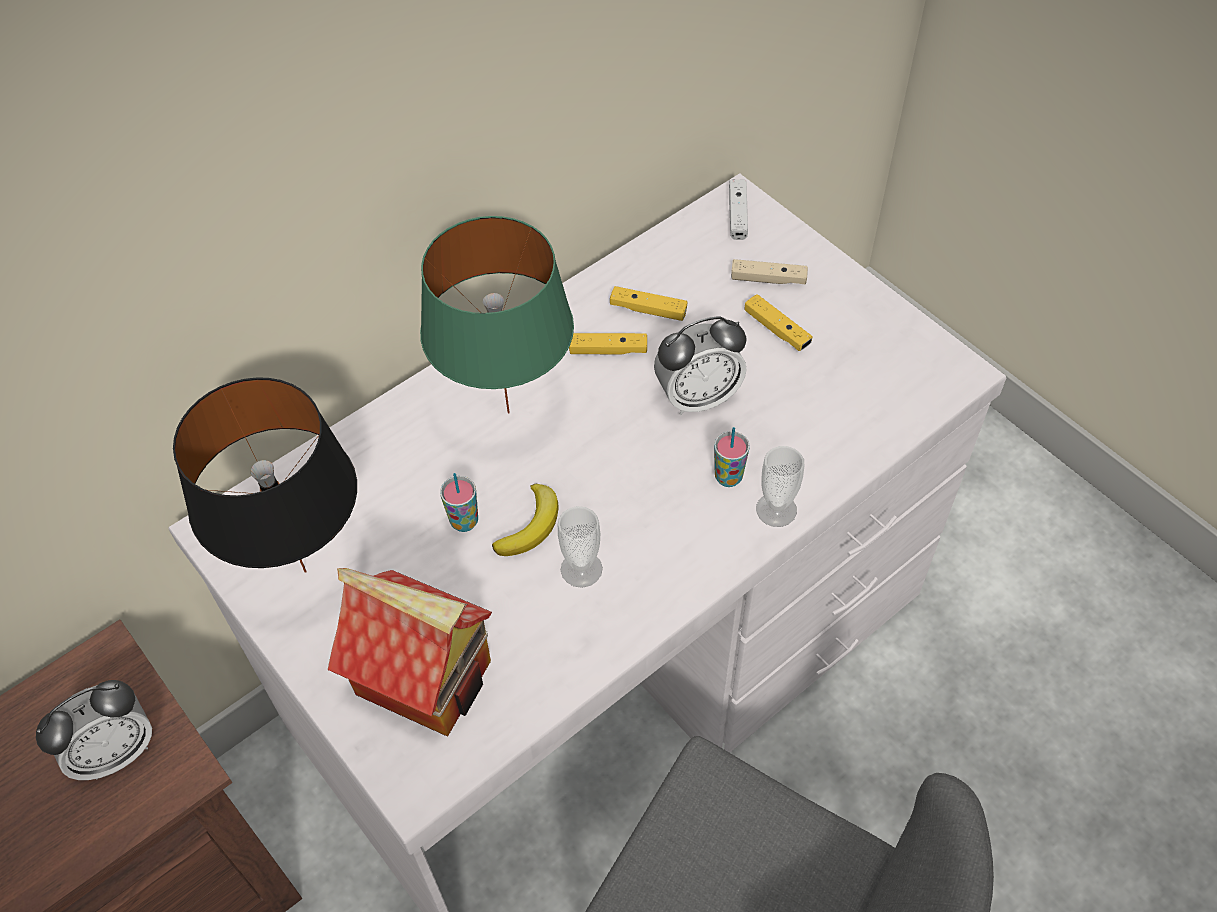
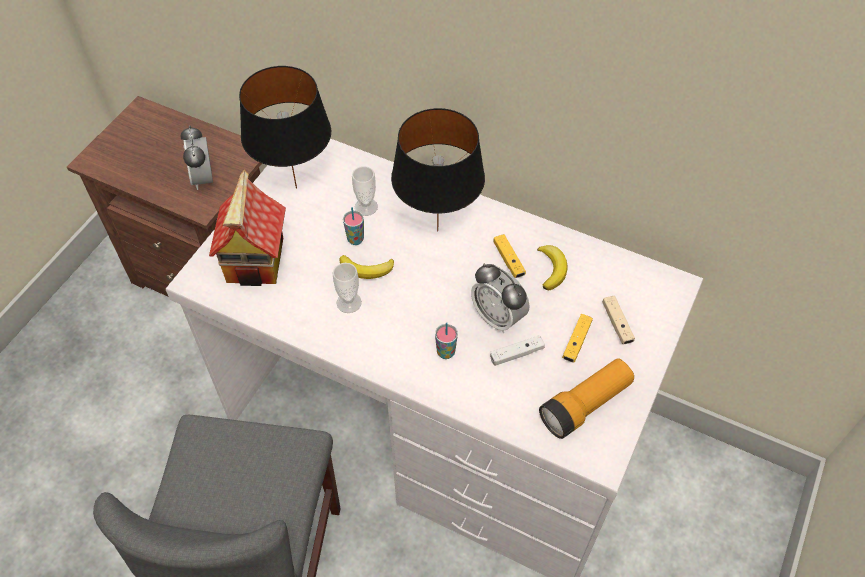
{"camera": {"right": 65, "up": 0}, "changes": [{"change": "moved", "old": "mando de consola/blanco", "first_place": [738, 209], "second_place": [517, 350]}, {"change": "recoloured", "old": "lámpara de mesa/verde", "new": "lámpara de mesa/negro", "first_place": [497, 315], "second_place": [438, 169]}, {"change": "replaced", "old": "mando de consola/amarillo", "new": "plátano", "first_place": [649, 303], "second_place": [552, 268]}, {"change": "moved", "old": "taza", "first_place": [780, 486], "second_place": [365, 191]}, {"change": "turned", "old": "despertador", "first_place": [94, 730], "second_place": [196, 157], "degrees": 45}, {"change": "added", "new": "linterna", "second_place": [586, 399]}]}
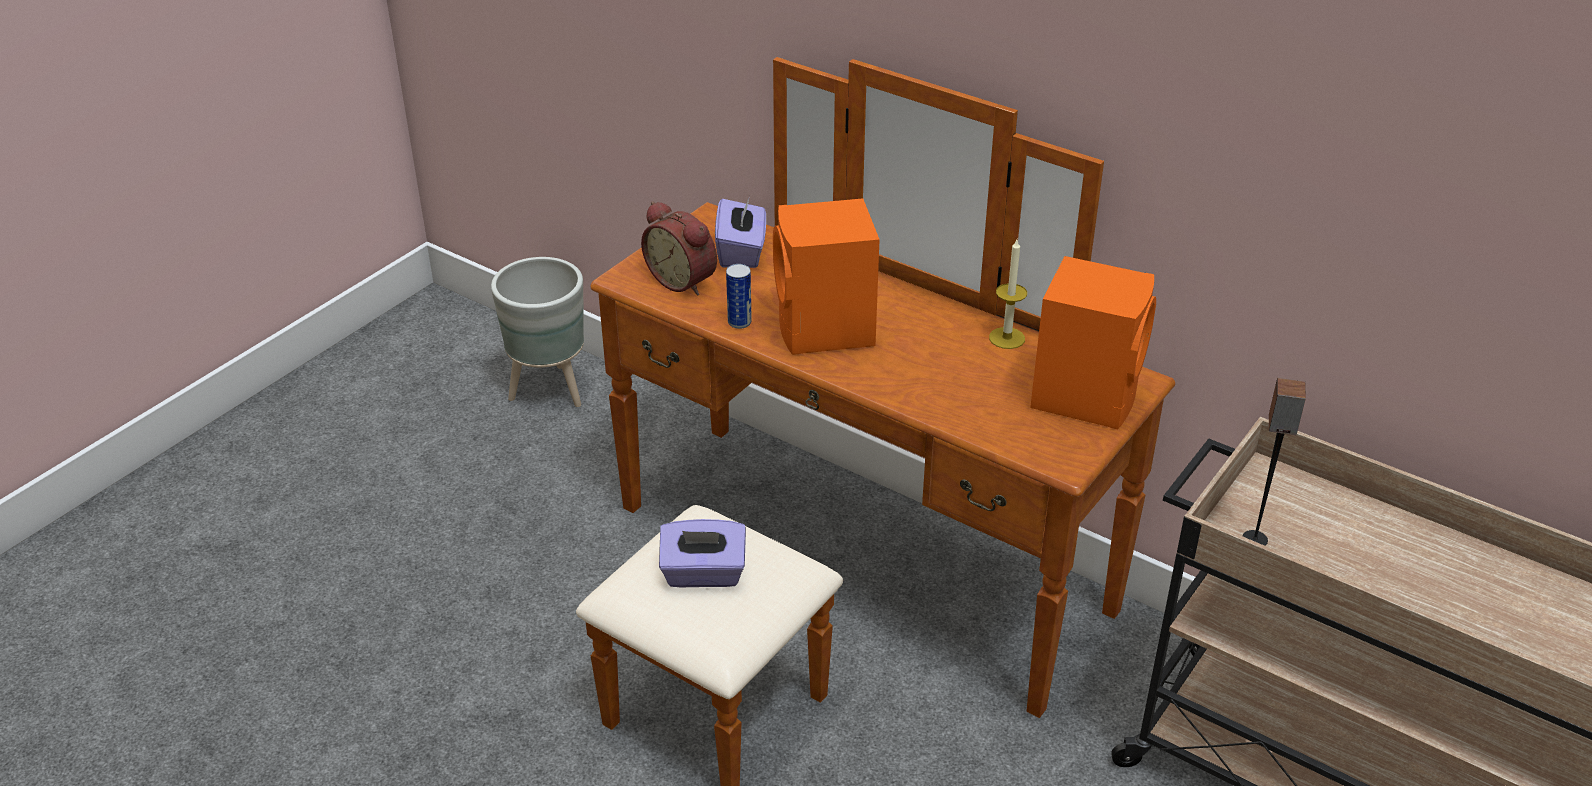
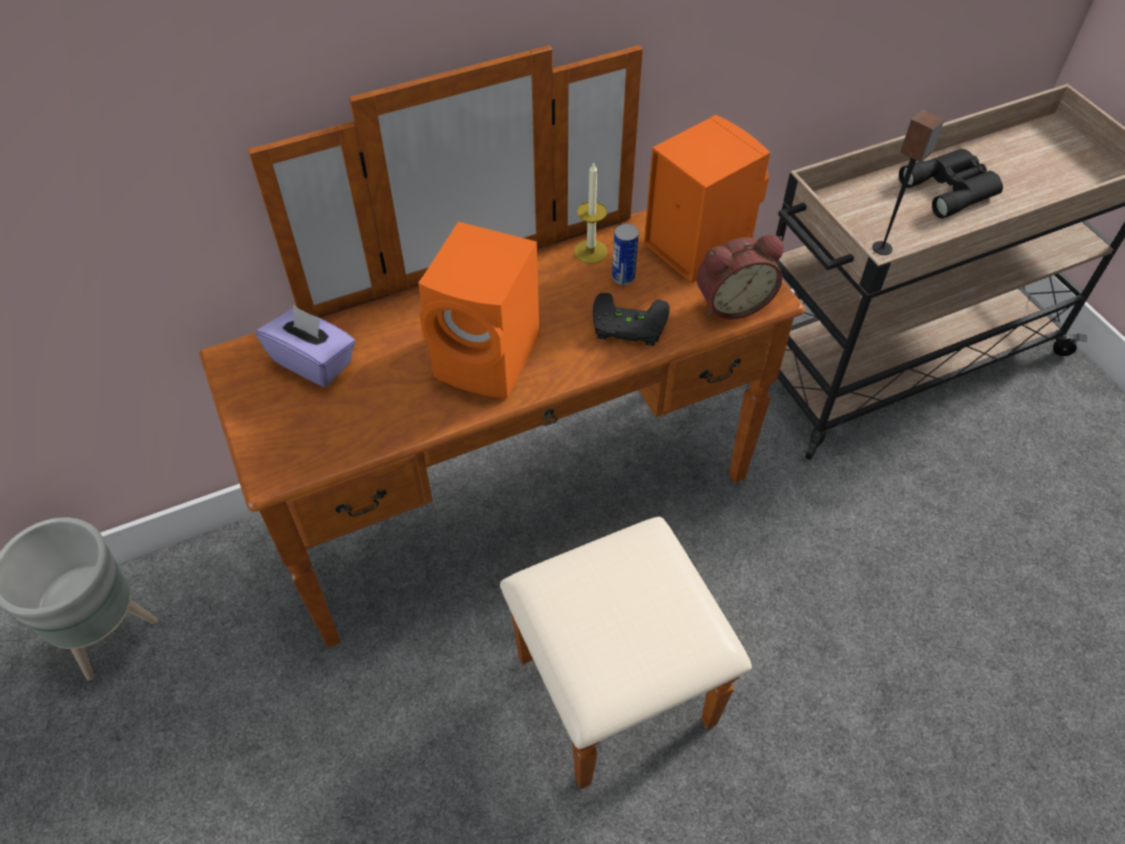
{"camera": {"right": -60, "up": 15}, "changes": [{"change": "moved", "old": "despertador", "first_place": [679, 248], "second_place": [740, 277]}, {"change": "moved", "old": "lata", "first_place": [739, 296], "second_place": [625, 254]}, {"change": "removed", "old": "caja de pañuelos/morado", "first_place": [702, 553]}, {"change": "added", "new": "prismáticos/negro", "second_place": [951, 183]}, {"change": "added", "new": "mando de consola/negro", "second_place": [631, 319]}]}
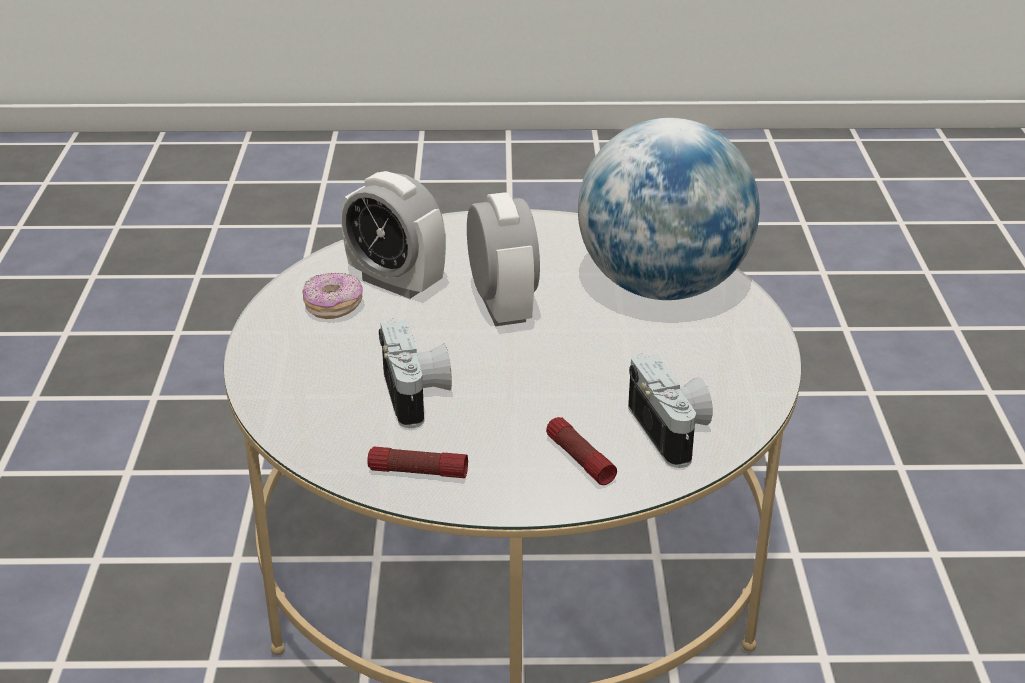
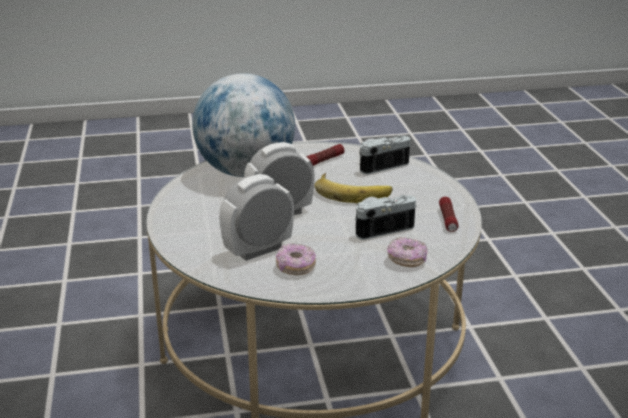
{"camera": {"right": -100, "up": -5}, "changes": [{"change": "turned", "old": "despertador", "first_place": [393, 235], "second_place": [256, 217], "degrees": -150}, {"change": "moved", "old": "linterna", "first_place": [581, 451], "second_place": [325, 155]}, {"change": "added", "new": "plátano", "second_place": [353, 188]}, {"change": "added", "new": "rosquilla", "second_place": [407, 252]}]}
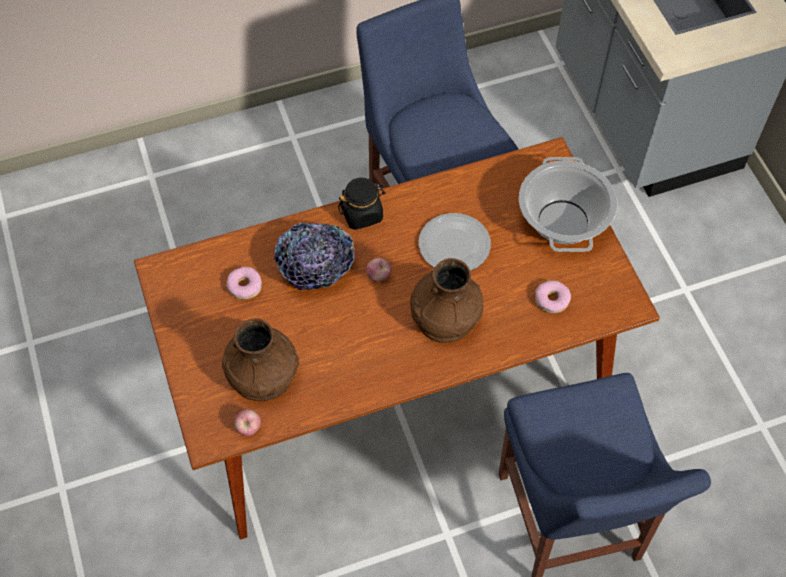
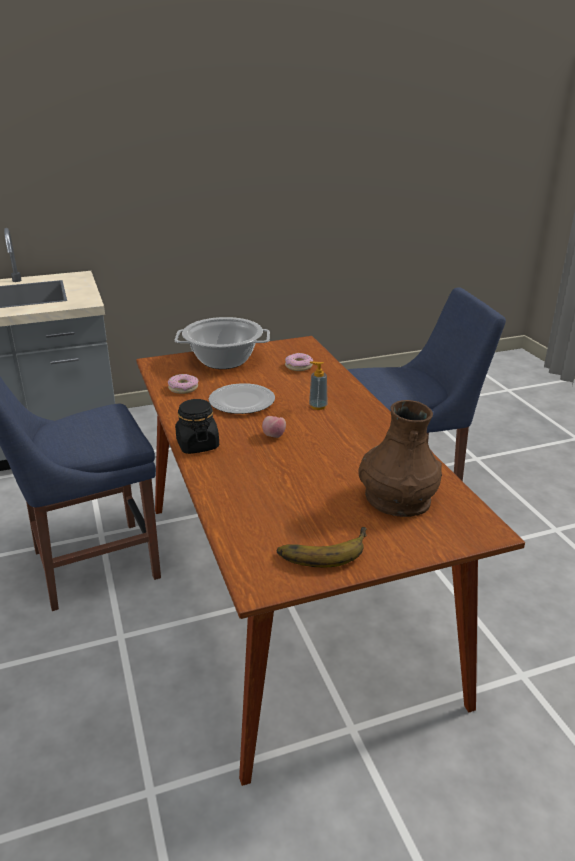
{"camera": {"right": -90, "up": -30}, "changes": [{"change": "removed", "old": "cuenco", "first_place": [314, 256]}, {"change": "replaced", "old": "florero/marrón", "new": "dispensador de jabón", "first_place": [447, 300], "second_place": [318, 385]}, {"change": "moved", "old": "rosquilla", "first_place": [244, 283], "second_place": [183, 384]}, {"change": "removed", "old": "manzana", "first_place": [248, 422]}, {"change": "added", "new": "plátano", "second_place": [322, 547]}]}
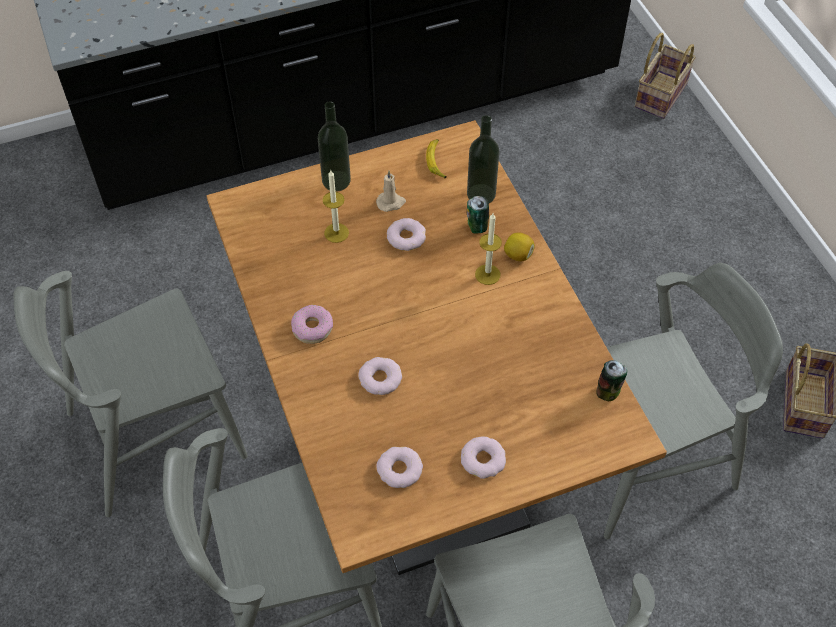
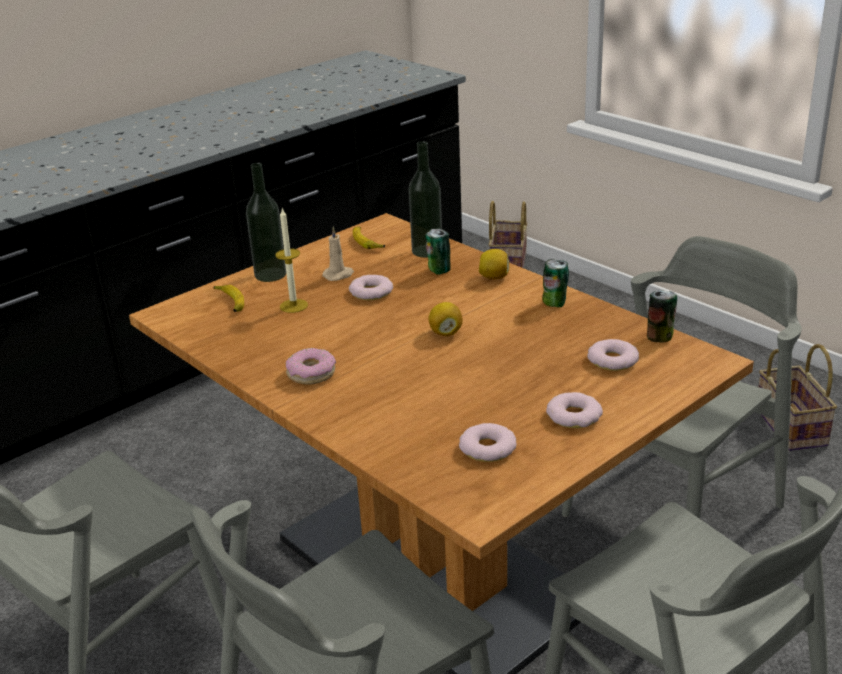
{"camera": {"right": -20, "up": -25}, "changes": [{"change": "removed", "old": "vela", "first_place": [488, 249]}, {"change": "moved", "old": "rosquilla", "first_place": [380, 376], "second_place": [613, 355]}, {"change": "added", "new": "lata", "second_place": [555, 283]}, {"change": "added", "new": "plátano", "second_place": [229, 298]}, {"change": "added", "new": "limón", "second_place": [445, 319]}]}
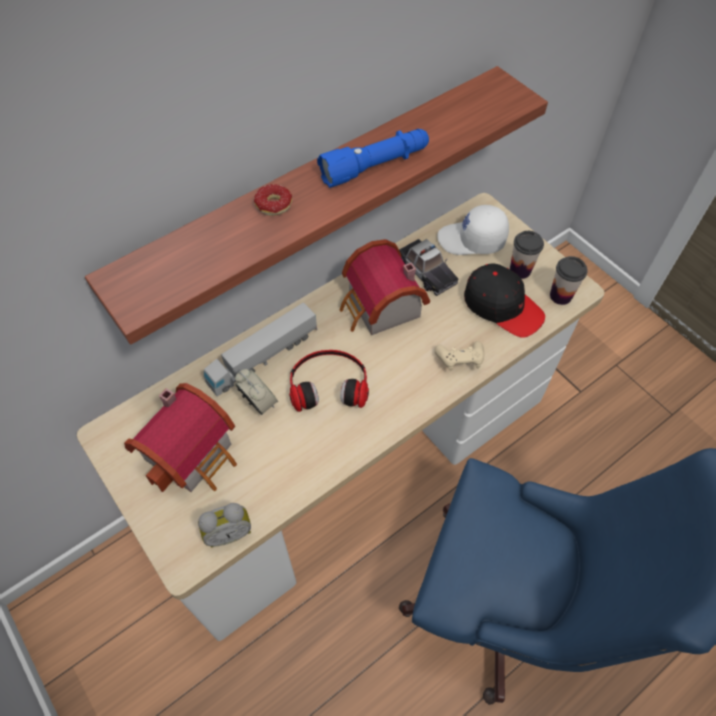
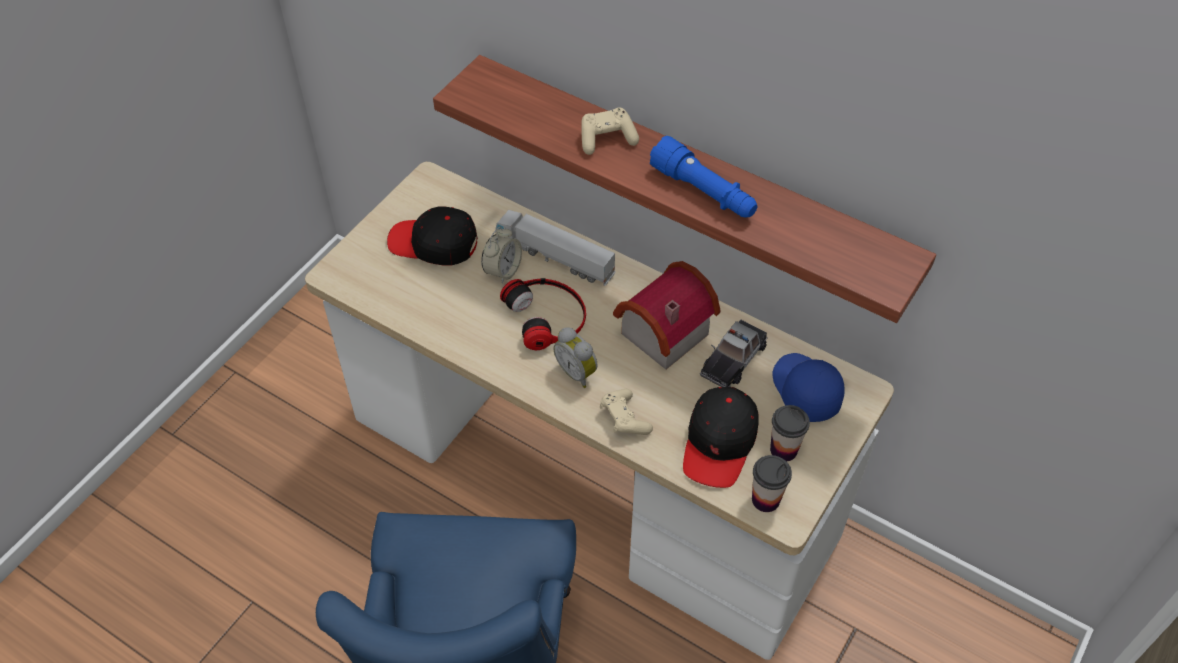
{"camera": {"right": 70, "up": -5}, "changes": [{"change": "replaced", "old": "rosquilla", "new": "mando de consola/beis", "first_place": [273, 201], "second_place": [610, 131]}, {"change": "recoloured", "old": "gorra/blanco", "new": "gorra/azul", "first_place": [473, 230], "second_place": [809, 387]}, {"change": "replaced", "old": "casita", "new": "gorra/negro", "first_place": [180, 437], "second_place": [432, 236]}, {"change": "moved", "old": "despertador", "first_place": [224, 525], "second_place": [575, 357]}]}
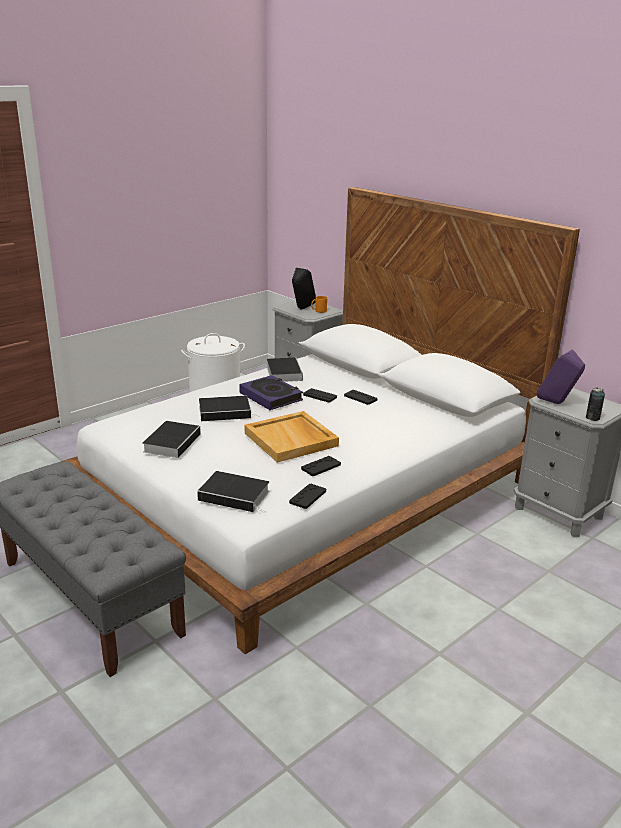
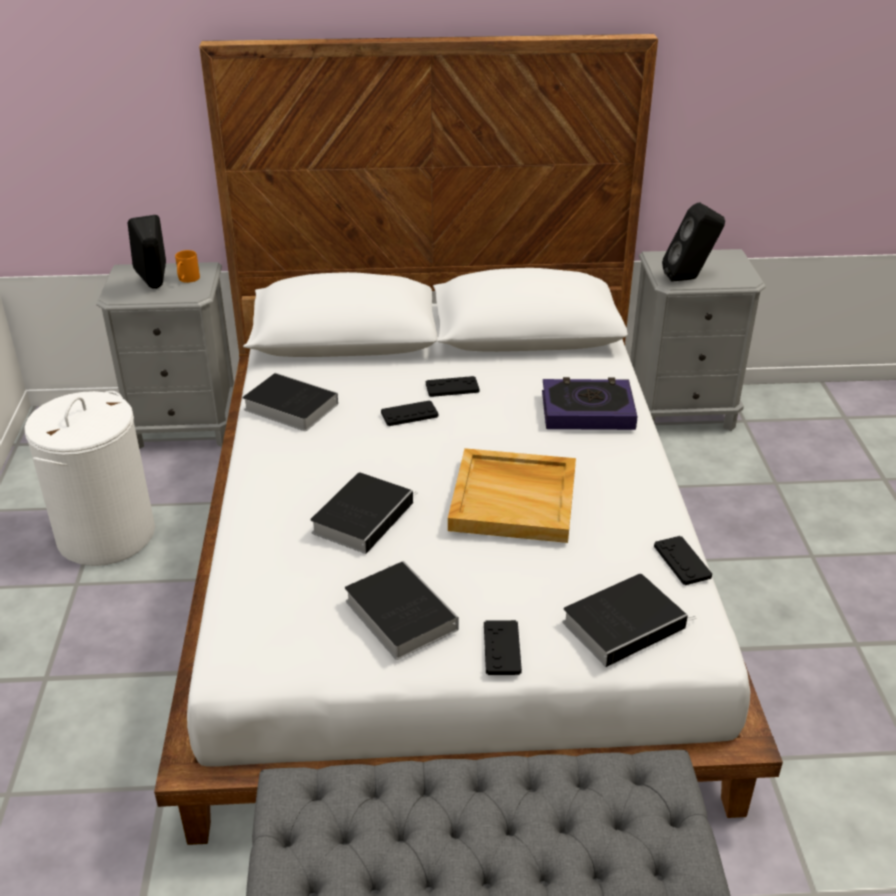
{"camera": {"right": -50, "up": 10}, "changes": [{"change": "recoloured", "old": "altavoz/morado", "new": "altavoz/negro", "first_place": [561, 376], "second_place": [693, 242]}, {"change": "moved", "old": "libro", "first_place": [271, 392], "second_place": [590, 403]}, {"change": "removed", "old": "lata", "first_place": [595, 404]}, {"change": "moved", "old": "mando de consola/negro", "first_place": [321, 466], "second_place": [503, 647]}]}
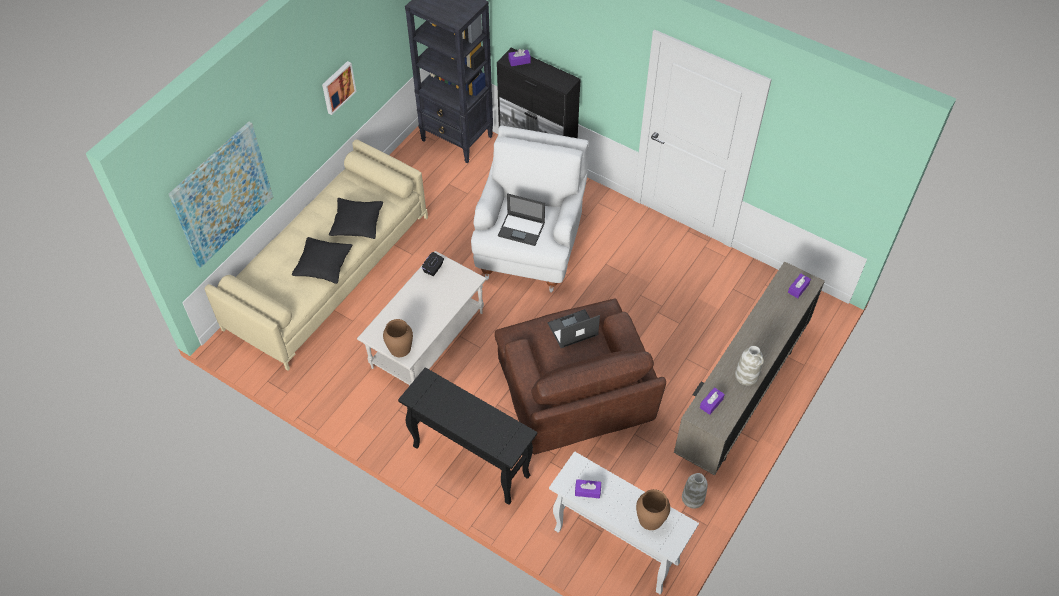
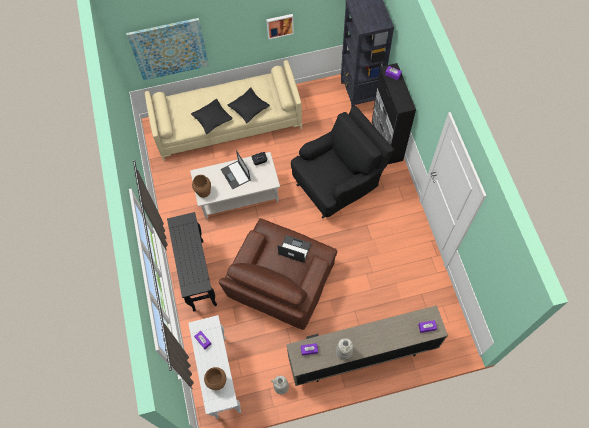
{"camera": {"right": 45, "up": 10}, "changes": [{"change": "recoloured", "old": "sillón/blanco", "new": "sillón/negro", "first_place": [530, 208], "second_place": [342, 162]}, {"change": "moved", "old": "portátil", "first_place": [521, 219], "second_place": [236, 170]}]}
